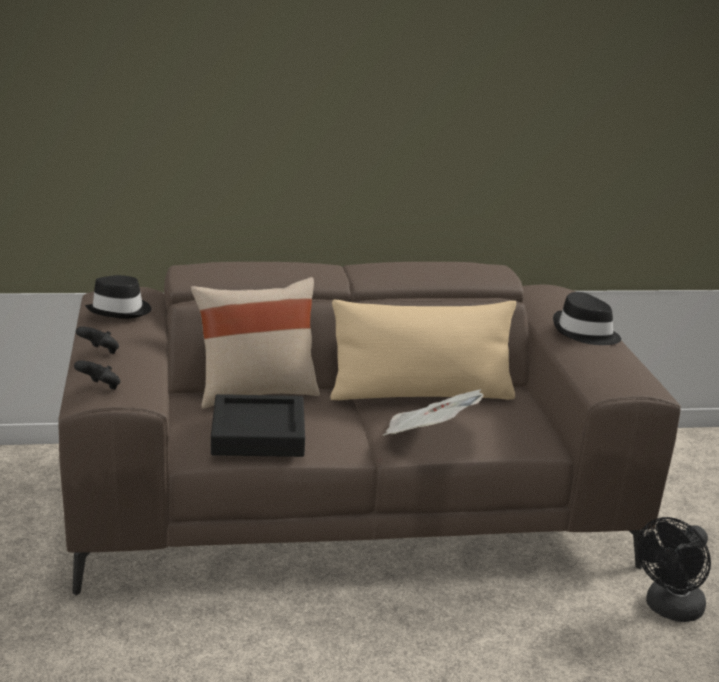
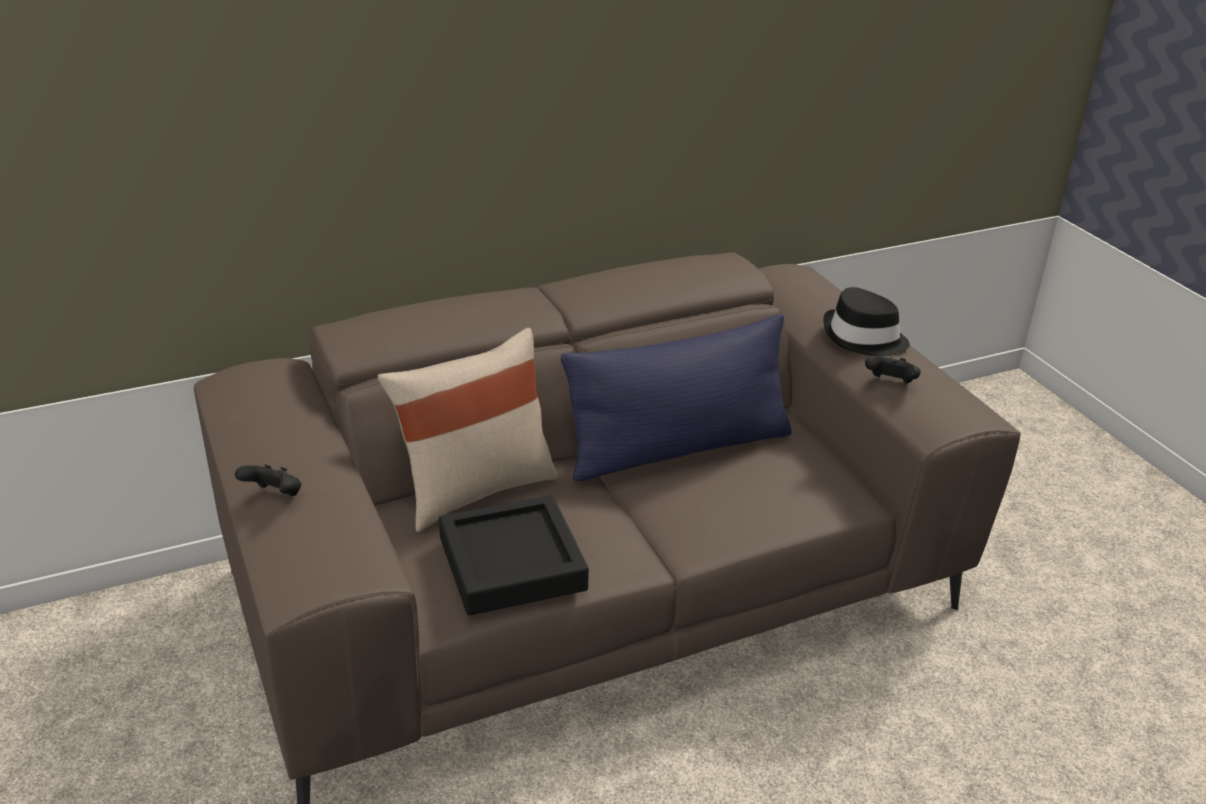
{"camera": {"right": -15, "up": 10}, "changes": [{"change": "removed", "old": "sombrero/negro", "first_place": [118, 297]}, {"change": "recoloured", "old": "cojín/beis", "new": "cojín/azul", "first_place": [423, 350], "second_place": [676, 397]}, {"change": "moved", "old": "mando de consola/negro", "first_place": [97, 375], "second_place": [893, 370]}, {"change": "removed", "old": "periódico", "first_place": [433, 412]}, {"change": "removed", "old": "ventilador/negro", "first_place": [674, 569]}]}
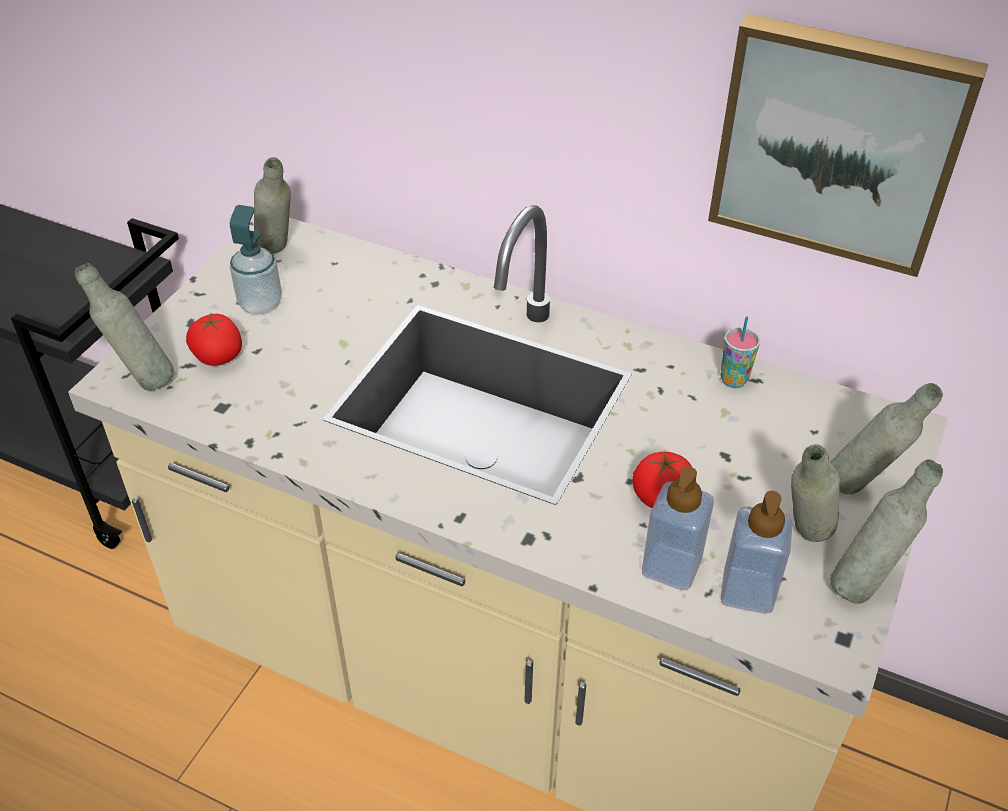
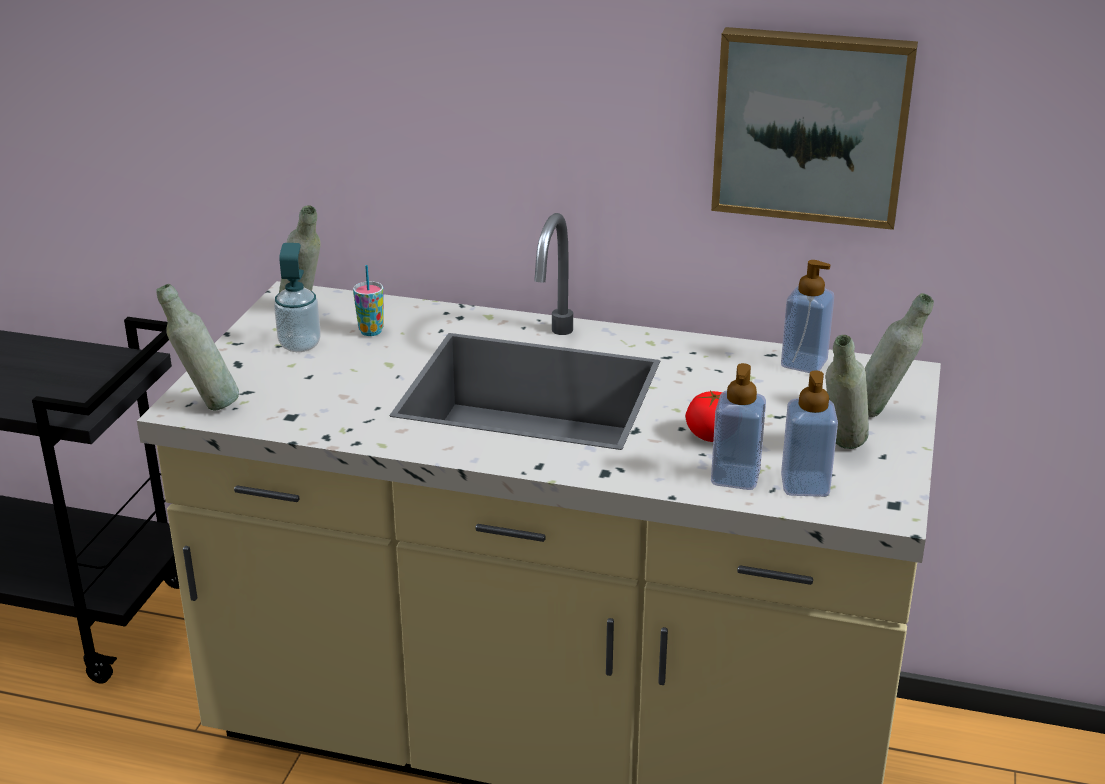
{"camera": {"right": -10, "up": -15}, "changes": [{"change": "removed", "old": "tomate", "first_place": [214, 340]}, {"change": "moved", "old": "taza", "first_place": [740, 352], "second_place": [368, 300]}, {"change": "removed", "old": "botella/gris", "first_place": [886, 531]}, {"change": "added", "new": "dispensador de jabón", "second_place": [807, 316]}]}
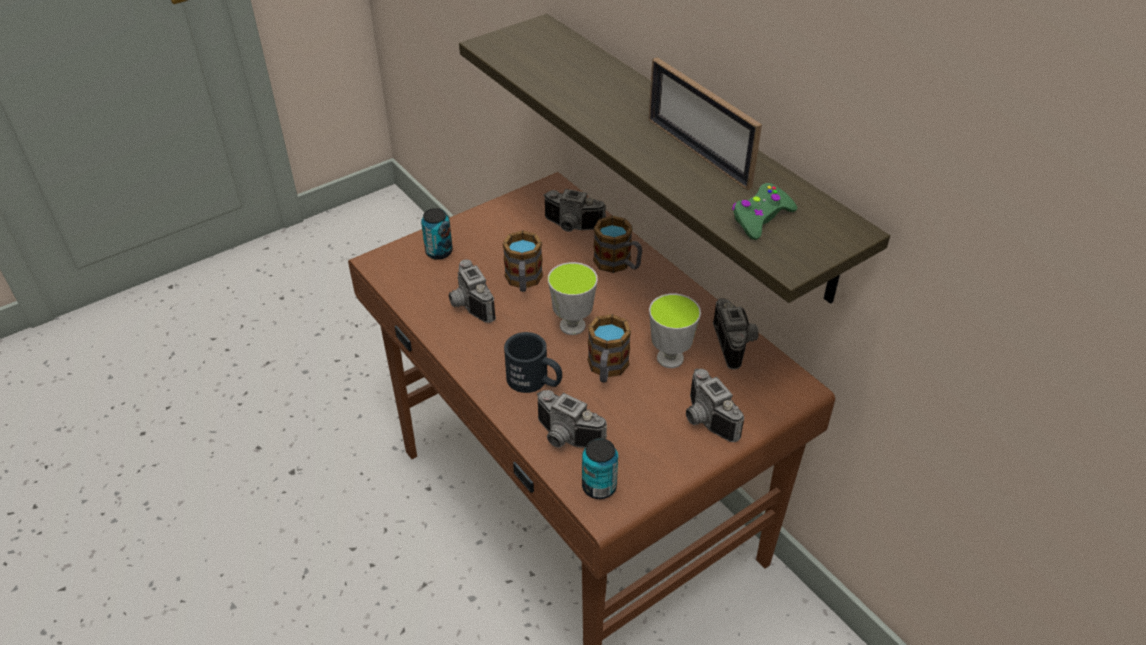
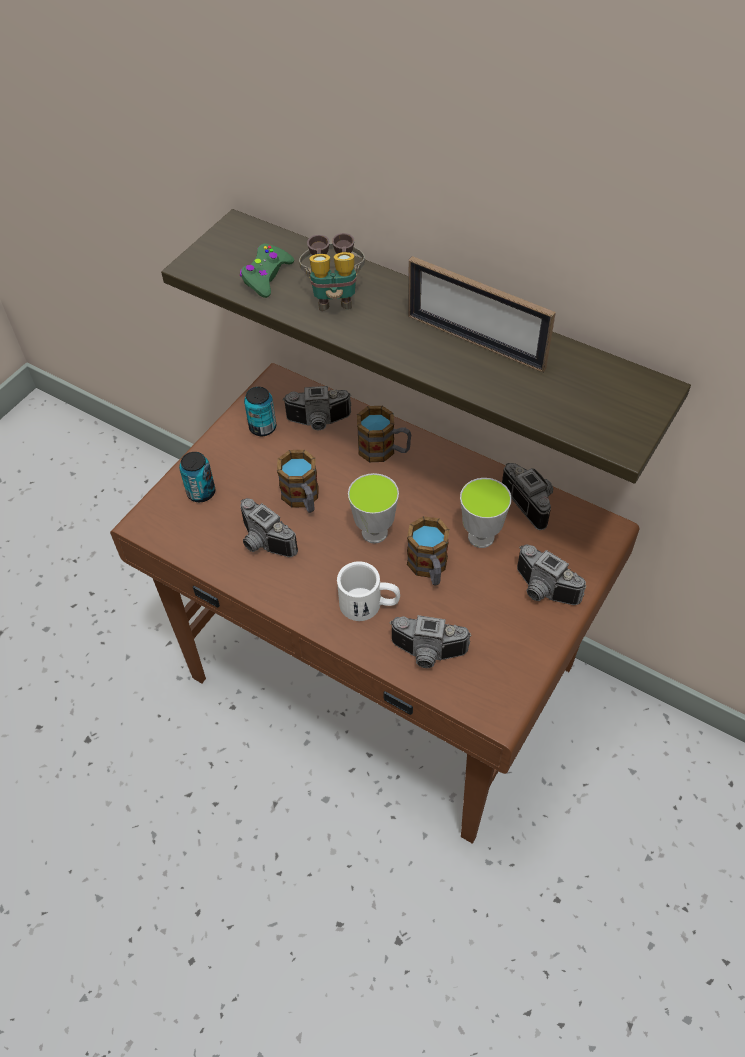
{"camera": {"right": -20, "up": 10}, "changes": [{"change": "moved", "old": "mando de consola/verde", "first_place": [764, 211], "second_place": [267, 271]}, {"change": "recoloured", "old": "taza grande/negro", "new": "taza grande/blanco", "first_place": [533, 362], "second_place": [368, 591]}, {"change": "moved", "old": "lata", "first_place": [600, 468], "second_place": [260, 411]}, {"change": "added", "new": "prismáticos", "second_place": [332, 272]}]}
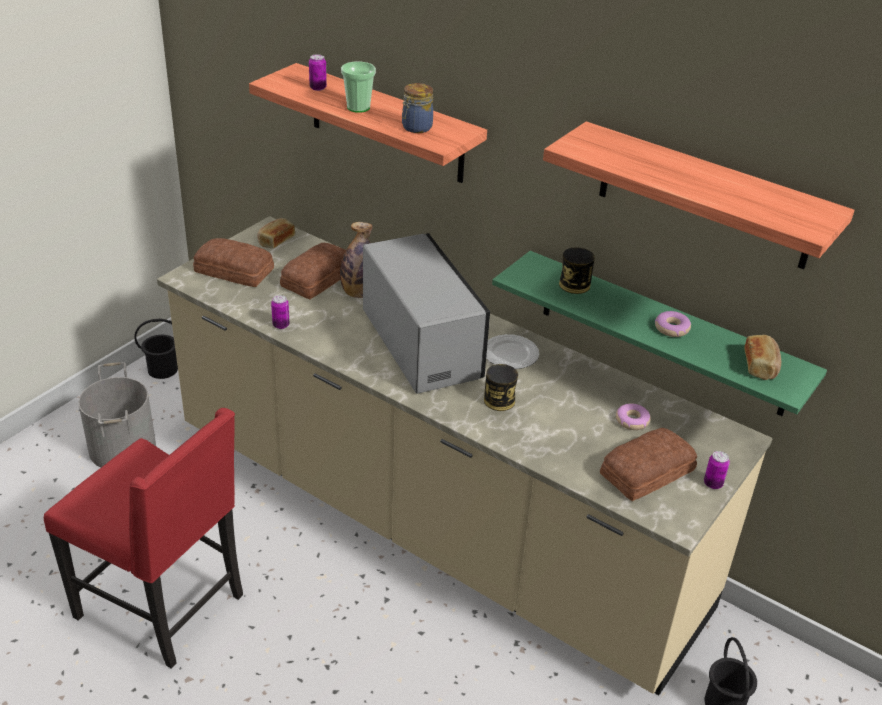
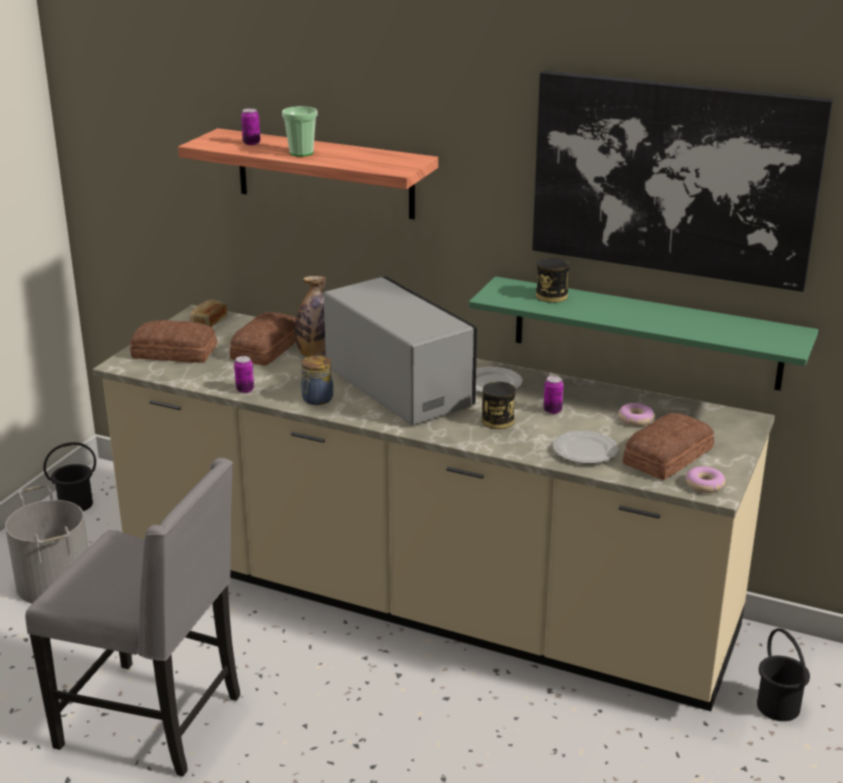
{"camera": {"right": -10, "up": -10}, "changes": [{"change": "moved", "old": "tarro", "first_place": [417, 108], "second_place": [317, 380]}, {"change": "replaced", "old": "estante", "new": "cuadro", "first_place": [698, 195], "second_place": [682, 181]}, {"change": "moved", "old": "rosquilla", "first_place": [673, 324], "second_place": [705, 479]}, {"change": "removed", "old": "pan", "first_place": [762, 357]}, {"change": "recoloured", "old": "silla/rojo", "new": "silla/gris", "first_place": [143, 538], "second_place": [132, 617]}, {"change": "moved", "old": "lata", "first_place": [717, 470], "second_place": [553, 395]}, {"change": "added", "new": "plato", "second_place": [586, 447]}]}
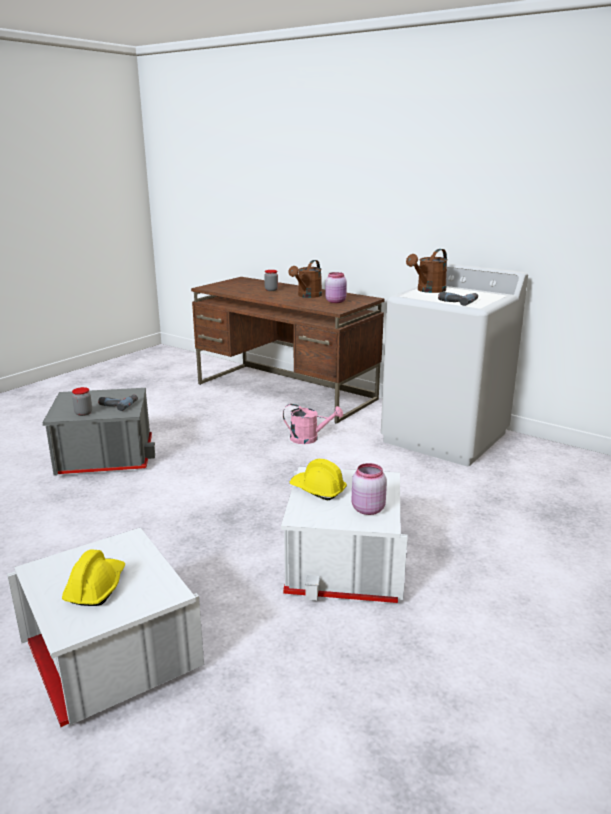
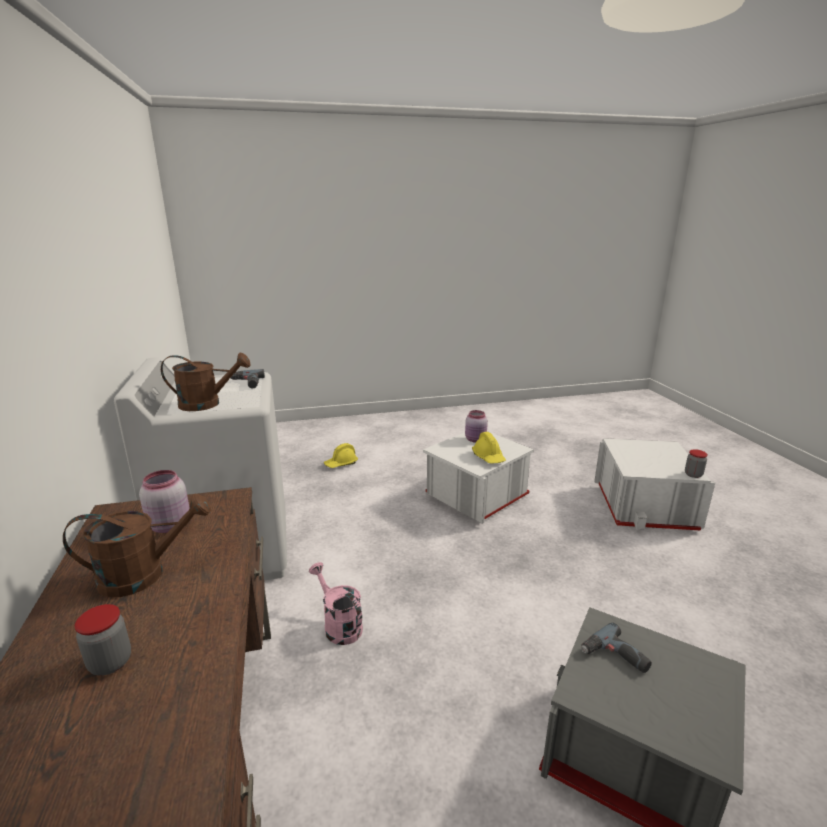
{"camera": {"right": -140, "up": 0}, "changes": [{"change": "moved", "old": "tarro", "first_place": [82, 401], "second_place": [696, 463]}, {"change": "moved", "old": "casco/amarillo", "first_place": [93, 577], "second_place": [341, 455]}]}
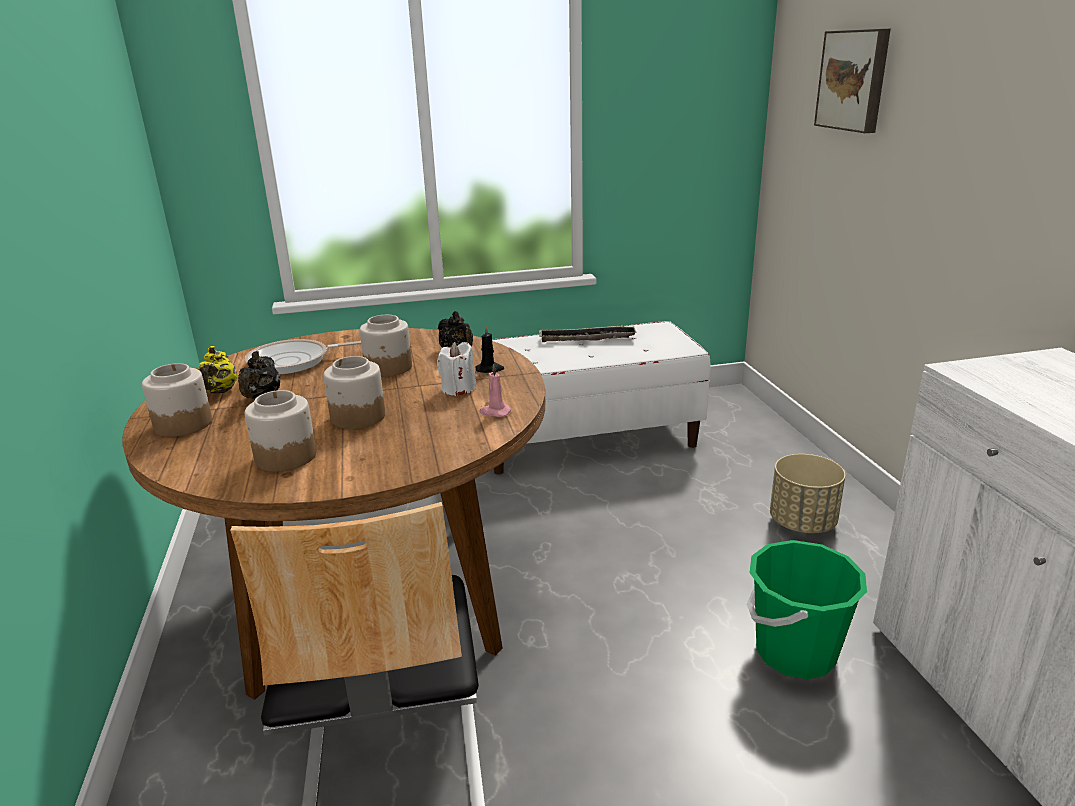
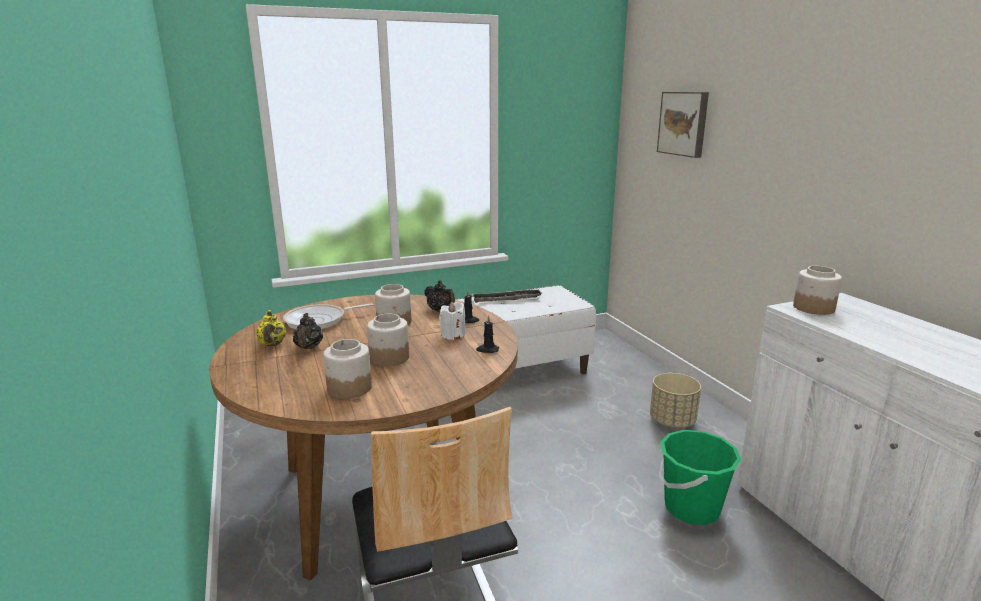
{"camera": {"right": -10, "up": -5}, "changes": [{"change": "moved", "old": "tarro", "first_place": [177, 400], "second_place": [817, 290]}, {"change": "recoloured", "old": "vela/rosa", "new": "vela/negro", "first_place": [495, 390], "second_place": [487, 334]}]}
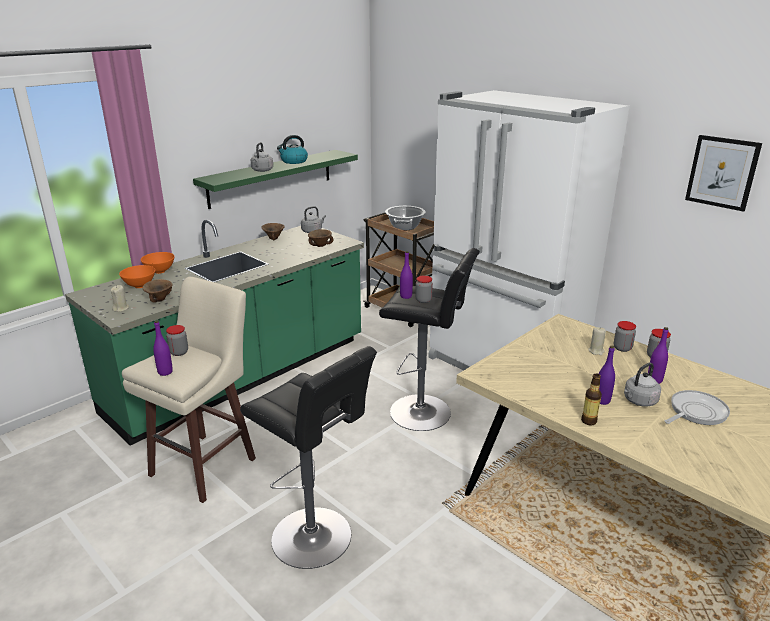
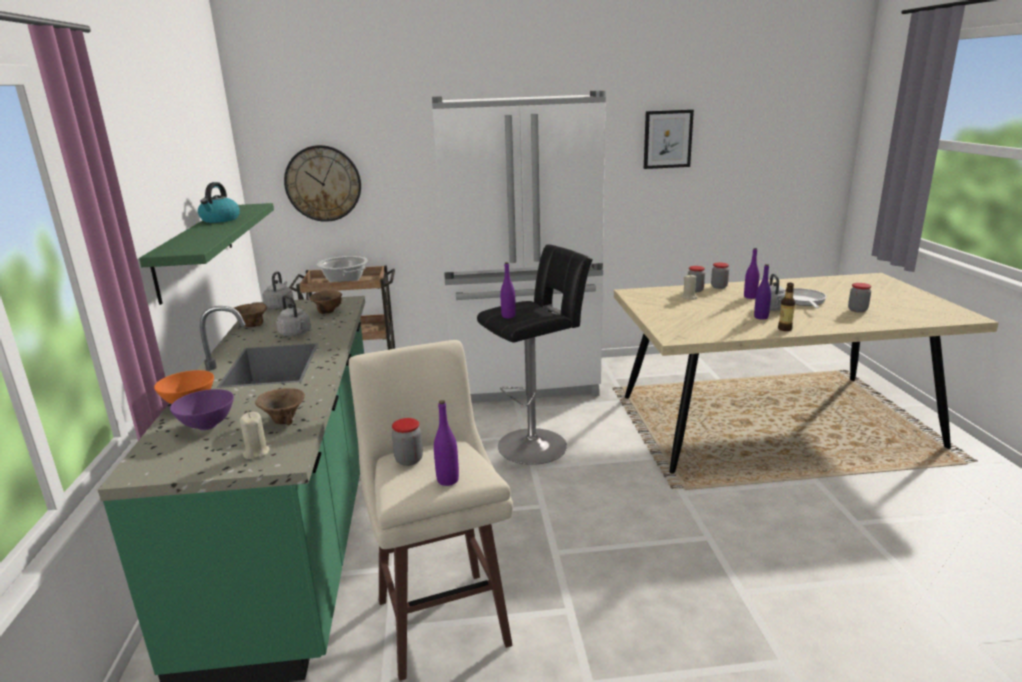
{"camera": {"right": -50, "up": -5}, "changes": [{"change": "moved", "old": "hervidor/gris", "first_place": [262, 157], "second_place": [293, 315]}, {"change": "recoloured", "old": "cuenco/naranja", "new": "cuenco/morado", "first_place": [137, 276], "second_place": [202, 409]}, {"change": "moved", "old": "tarro", "first_place": [424, 289], "second_place": [859, 298]}, {"change": "removed", "old": "taburete/negro", "first_place": [308, 457]}, {"change": "added", "new": "reloj de pared", "second_place": [322, 183]}]}
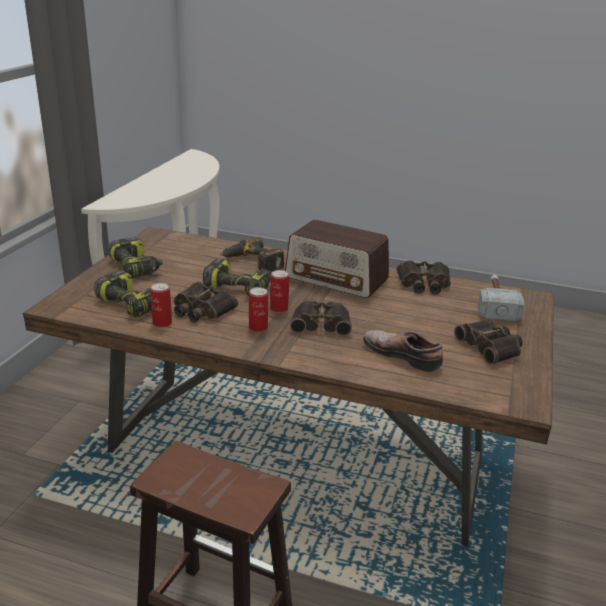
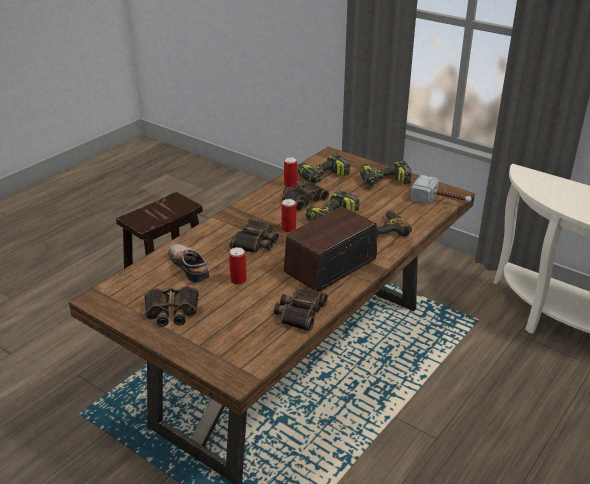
{"camera": {"right": 110, "up": 5}, "changes": [{"change": "moved", "old": "martillo", "first_place": [501, 298], "second_place": [441, 189]}, {"change": "moved", "old": "lata", "first_place": [258, 309], "second_place": [238, 265]}, {"change": "turned", "old": "zapato", "first_place": [403, 351], "second_place": [188, 263], "degrees": -90}]}
